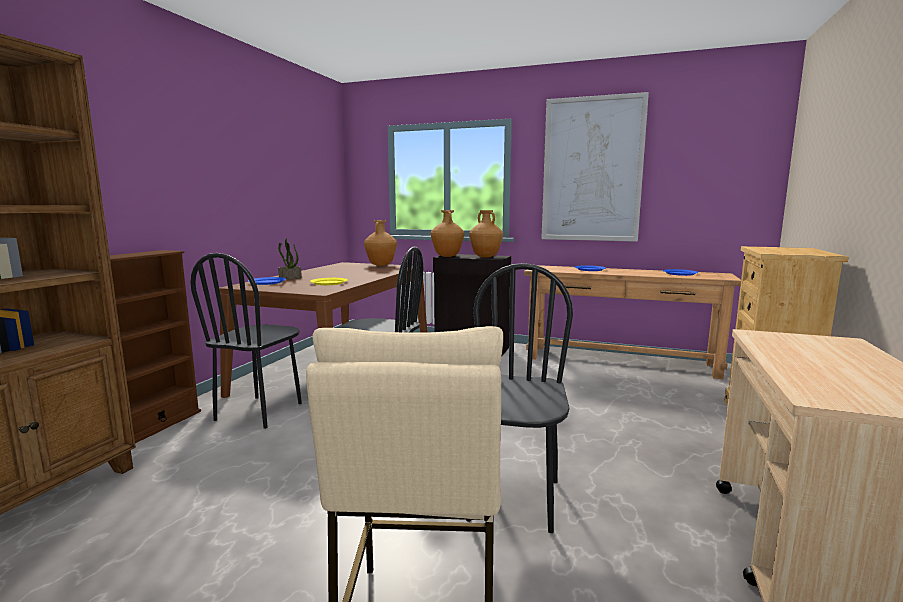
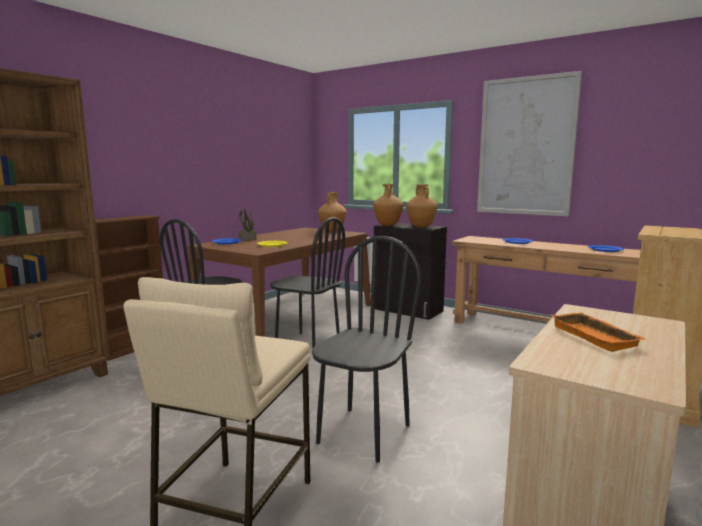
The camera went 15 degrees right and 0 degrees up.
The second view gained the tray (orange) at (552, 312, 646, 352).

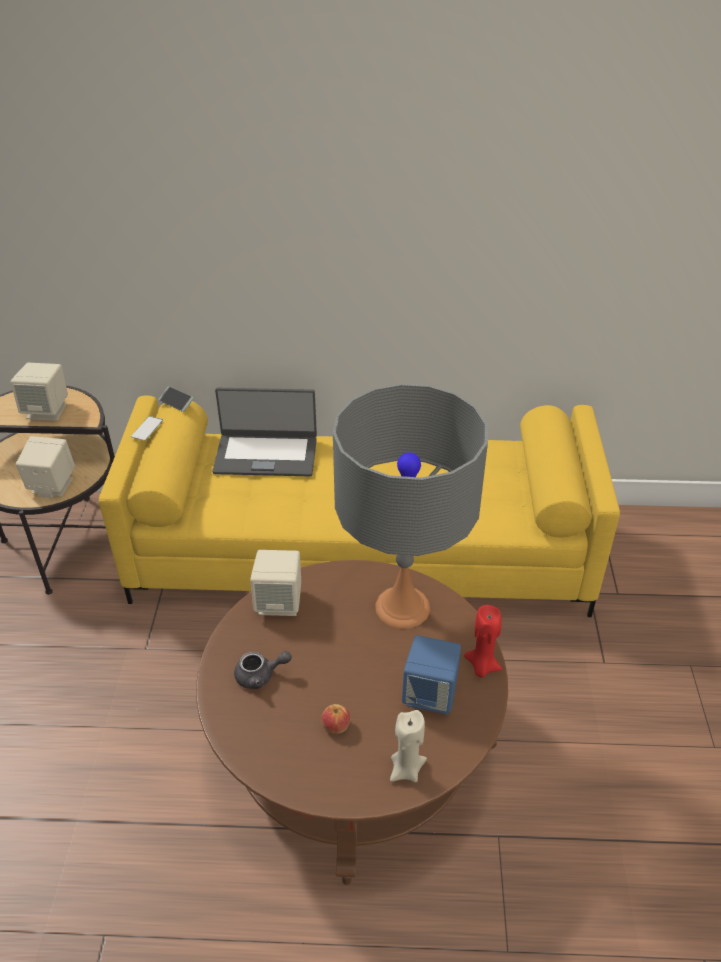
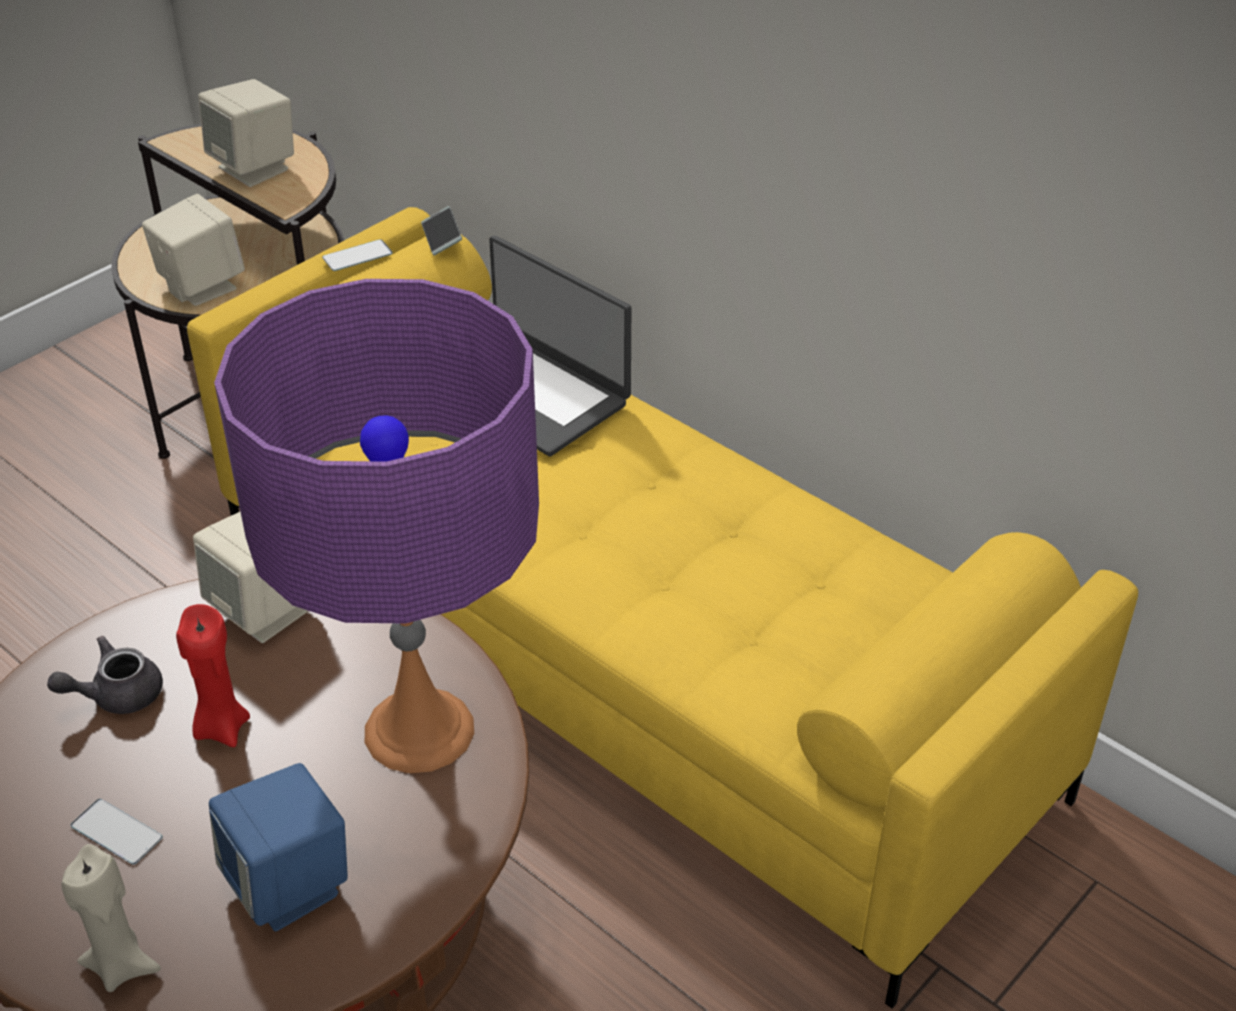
The camera went 40 degrees right and 0 degrees up.
The teapot (grey) at (234, 651, 292, 689) ended up facing another way, 120 degrees clockwise from before.
Where the apple stood at (321, 704, 350, 734), the phone came to stand at (71, 799, 163, 865).
The candle (red) ended up elsewhere, having gone from (464, 605, 502, 678) to (176, 604, 250, 747).
What was the table lamp (grey) at (333, 384, 488, 629) turned into the table lamp (purple) at (214, 279, 539, 773).

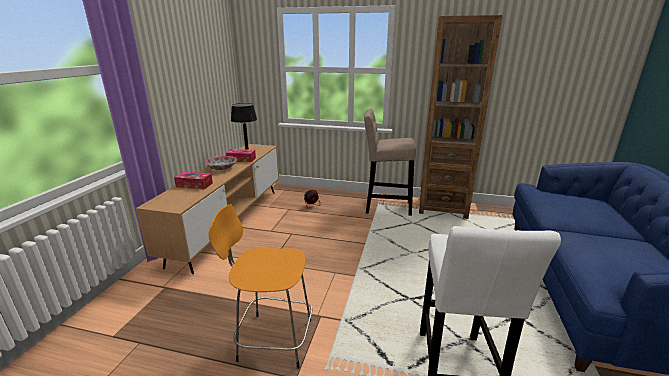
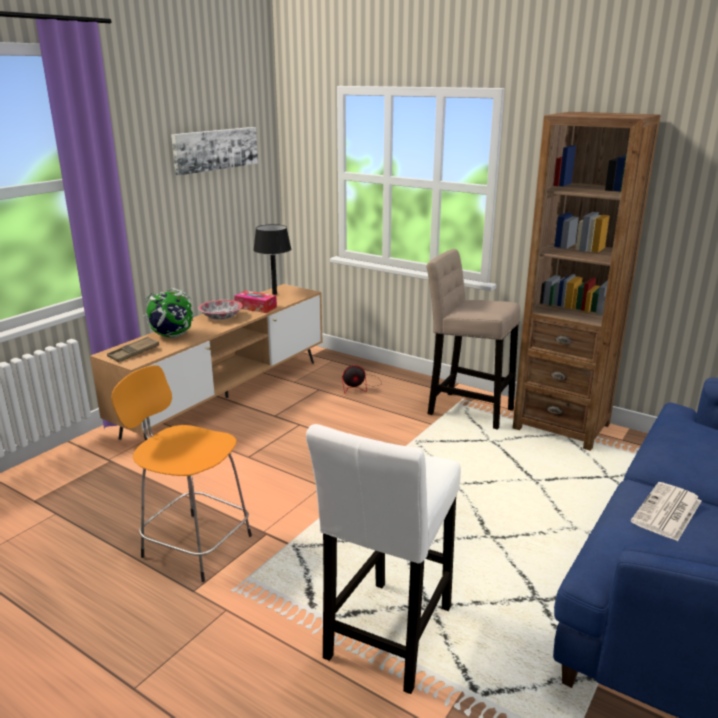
The camera went 20 degrees right and 0 degrees up.
The second view gained the tray (brown) at (107, 337, 159, 362).
Where the tissue box stood at (174, 172, 213, 189), the globe came to stand at (144, 288, 194, 338).
The second view gained the picture at (171, 127, 258, 176).
The second view gained the newspaper at (631, 482, 701, 541).

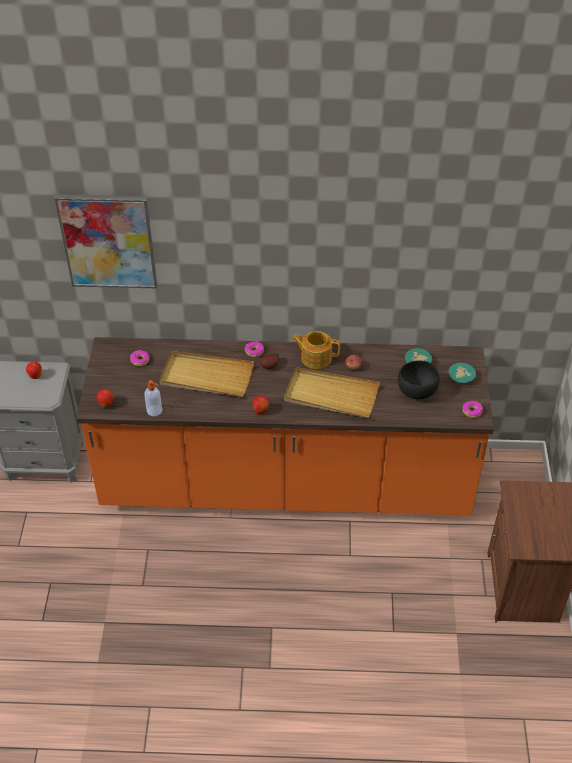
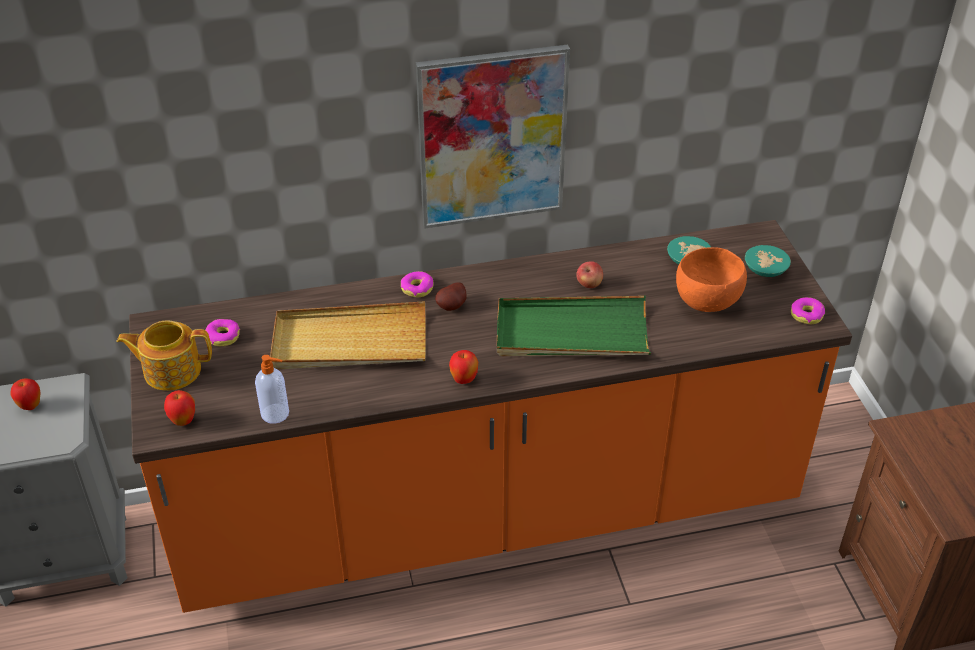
The camera went 15 degrees left and 5 degrees down.
The teapot ended up elsewhere, having gone from (292, 331, 340, 369) to (116, 320, 212, 391).
The picture ended up elsewhere, having gone from (55, 196, 157, 288) to (416, 45, 570, 229).
What was the tray (beige) at (284, 367, 380, 418) turned into the tray (green) at (497, 296, 651, 356).
What was the bowl (black) at (398, 360, 440, 399) turned into the bowl (orange) at (676, 247, 747, 312).

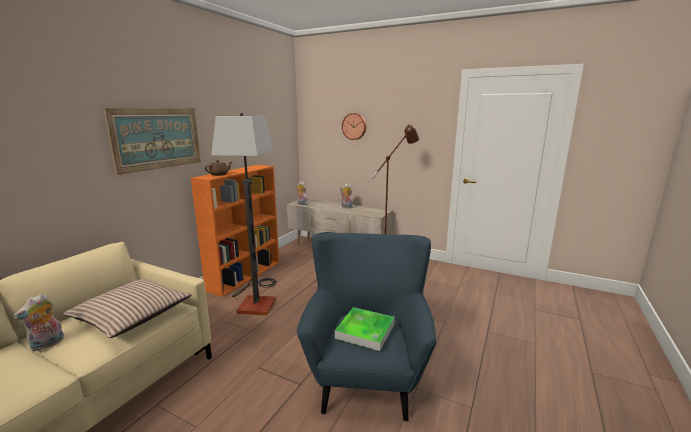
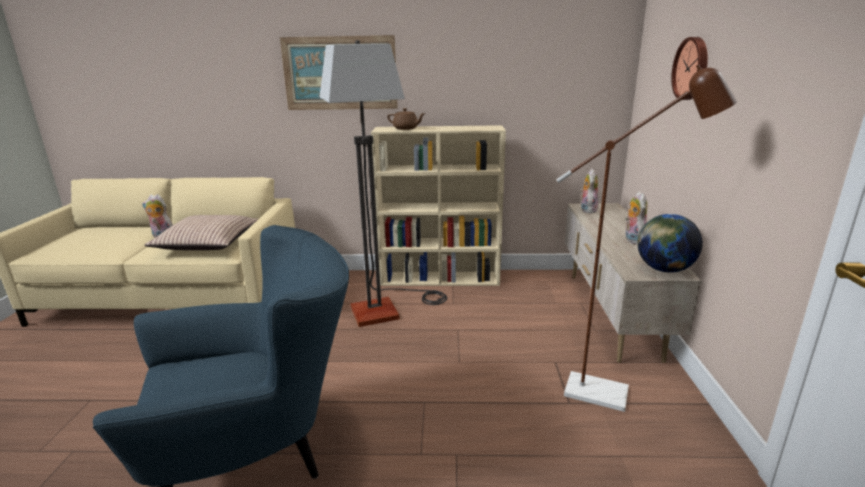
The camera went 65 degrees right and 5 degrees up.
What was the bookcase (orange) at (191, 165, 279, 297) turned into the bookcase (beige) at (371, 125, 506, 286).
The second view gained the globe at (637, 214, 703, 273).
The second view lost the tray at (335, 307, 395, 351).

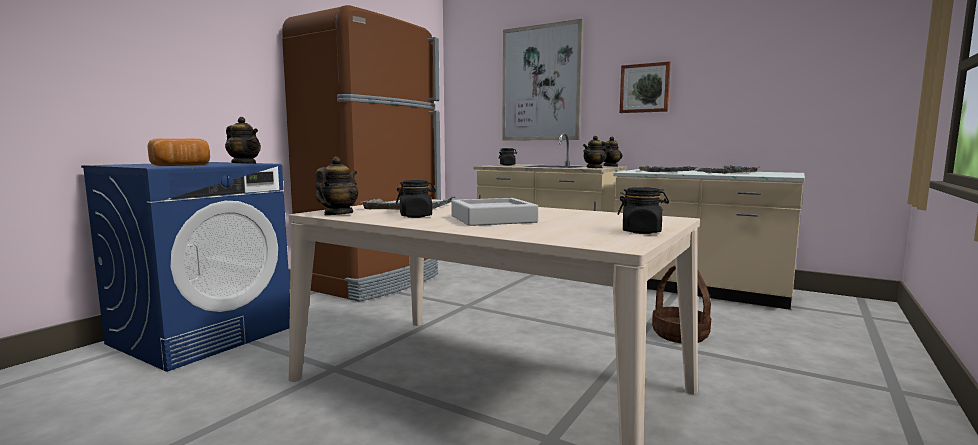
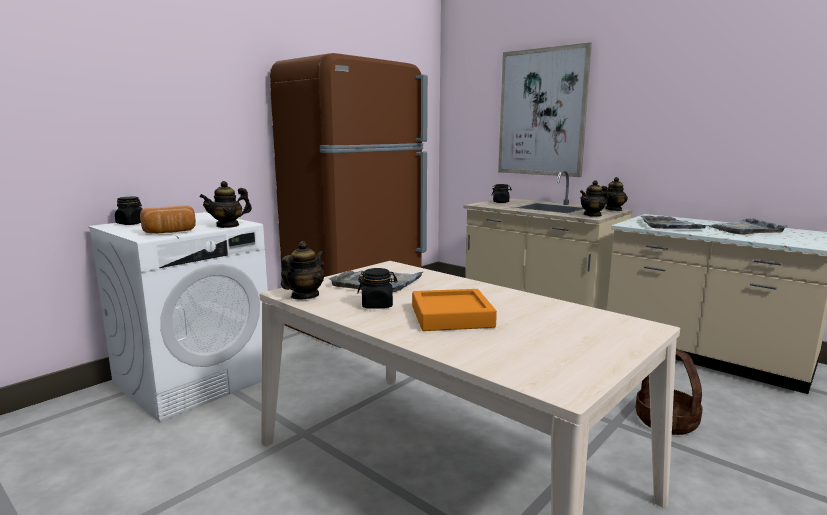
The camera went 10 degrees right and 5 degrees up.
What was the washing machine (blue) at (81, 162, 290, 372) turned into the washing machine (white) at (88, 212, 268, 422).
The jar (black) ended up elsewhere, having gone from (618, 187, 669, 234) to (115, 197, 143, 225).
The teapot at (225, 117, 261, 164) ended up facing another way, 105 degrees clockwise from before.
What was the tray (grey) at (451, 198, 538, 226) turned into the tray (orange) at (412, 289, 497, 331).
The second view lost the picture at (620, 61, 671, 113).

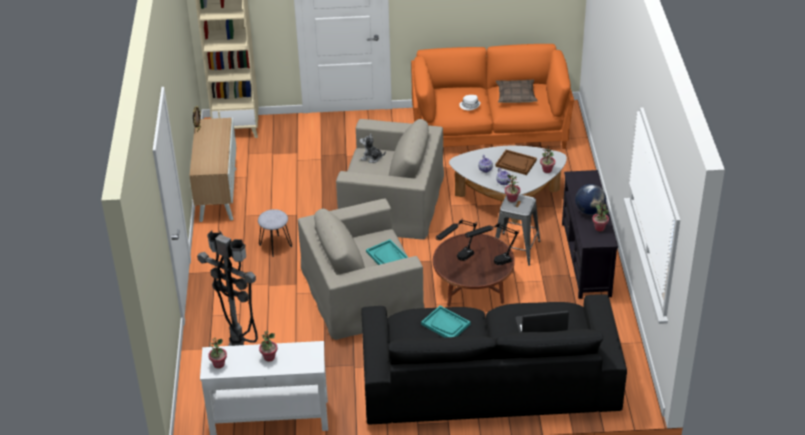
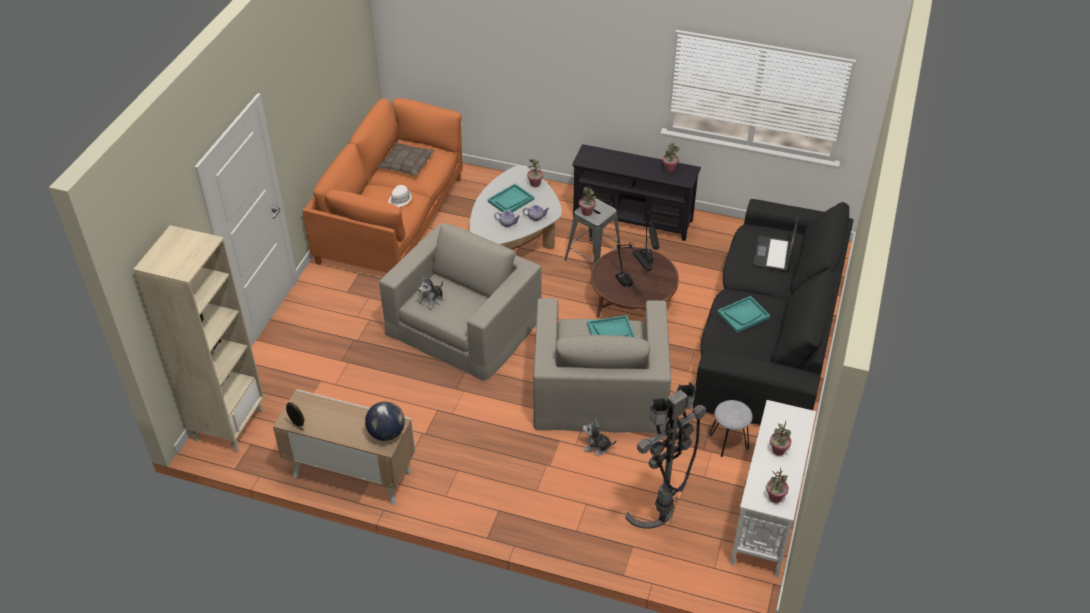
The camera went 70 degrees left and 5 degrees up.
The globe ended up elsewhere, having gone from (575, 184, 606, 215) to (365, 401, 405, 441).
What was the tray (brown) at (495, 150, 537, 175) turned into the tray (turquoise) at (488, 184, 534, 212).
The second view gained the plush toy at (583, 418, 616, 455).
The stool (grey) ended up elsewhere, having gone from (258, 209, 292, 257) to (709, 400, 753, 457).

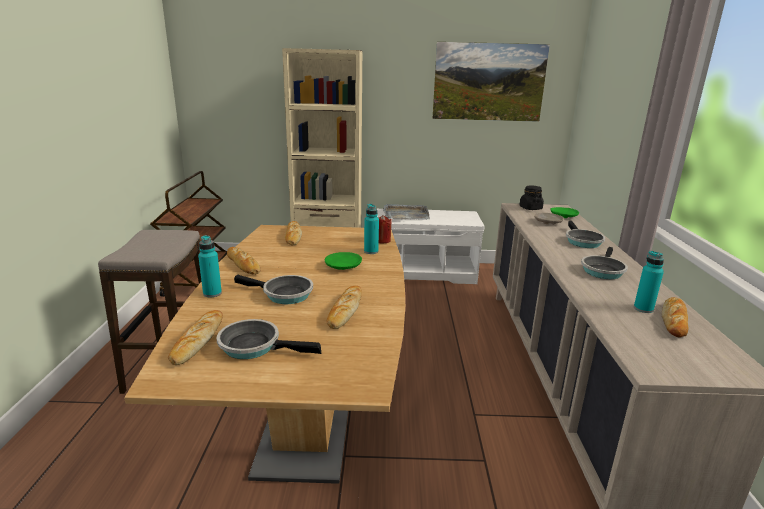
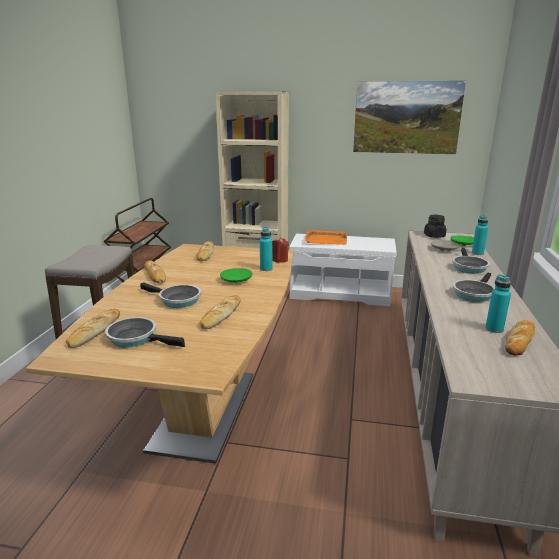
The camera went 10 degrees right and 0 degrees up.
What was the tray (grey) at (383, 204, 430, 220) turned into the tray (orange) at (305, 229, 347, 245).
The bottle (turquoise) ended up elsewhere, having gone from (198, 235, 222, 297) to (472, 215, 488, 255).

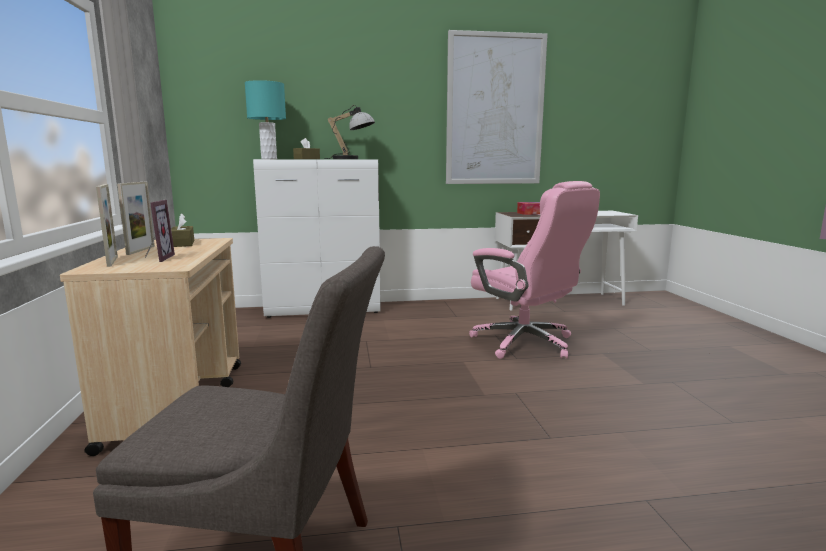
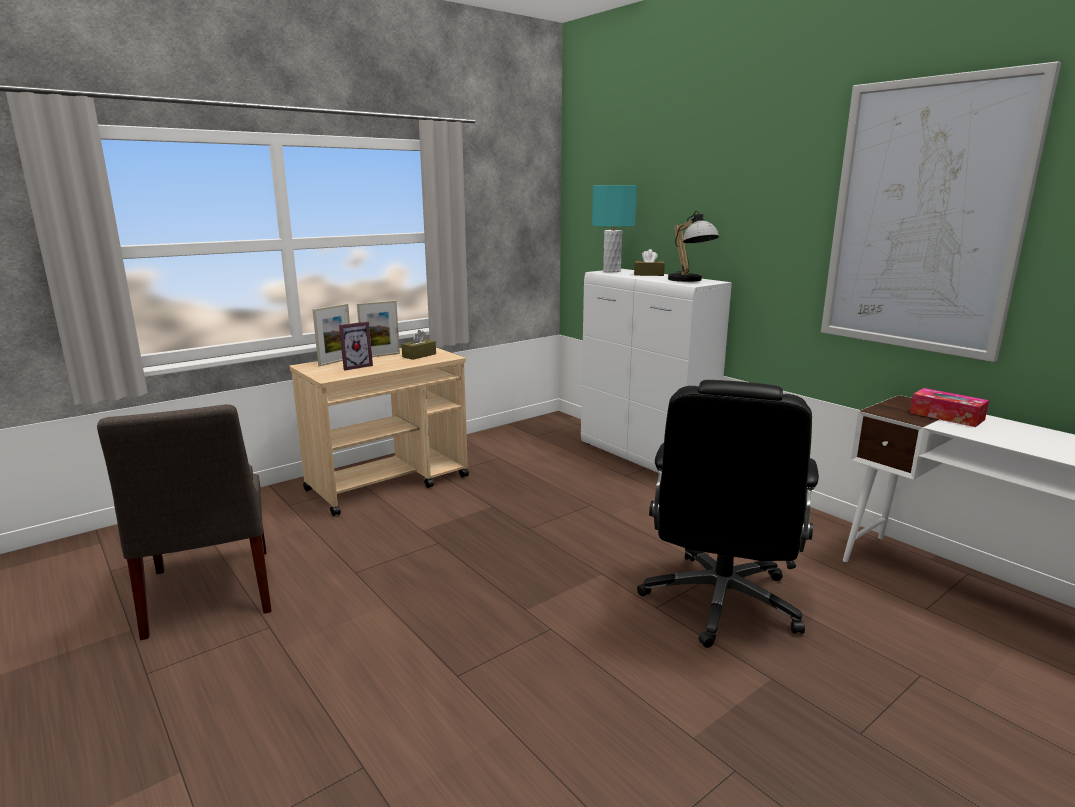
The camera went 60 degrees right and 5 degrees up.
What was the office chair (pink) at (469, 181, 600, 359) turned into the office chair (black) at (637, 380, 819, 648).

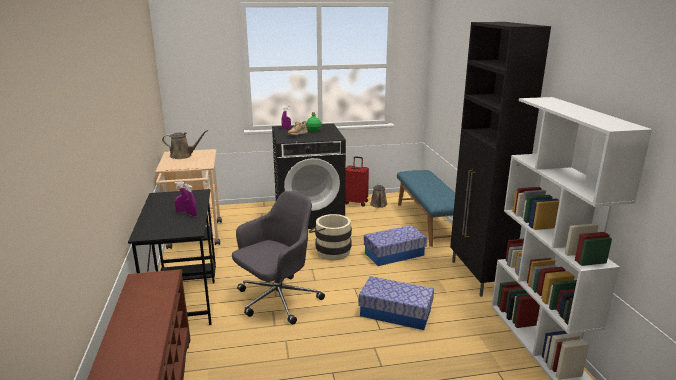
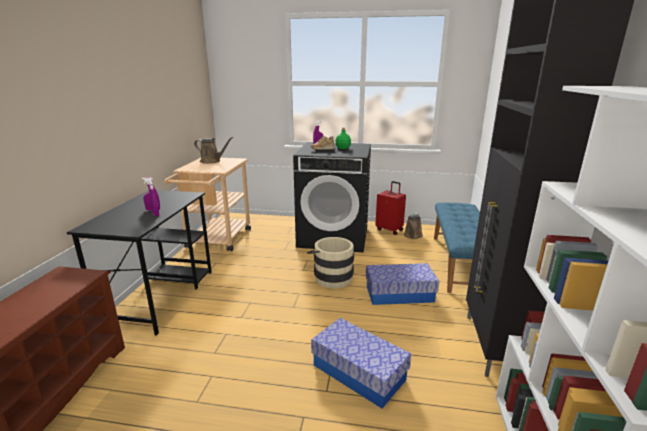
The camera went 20 degrees right and 0 degrees up.
The second view lost the office chair (grey) at (232, 191, 325, 325).

